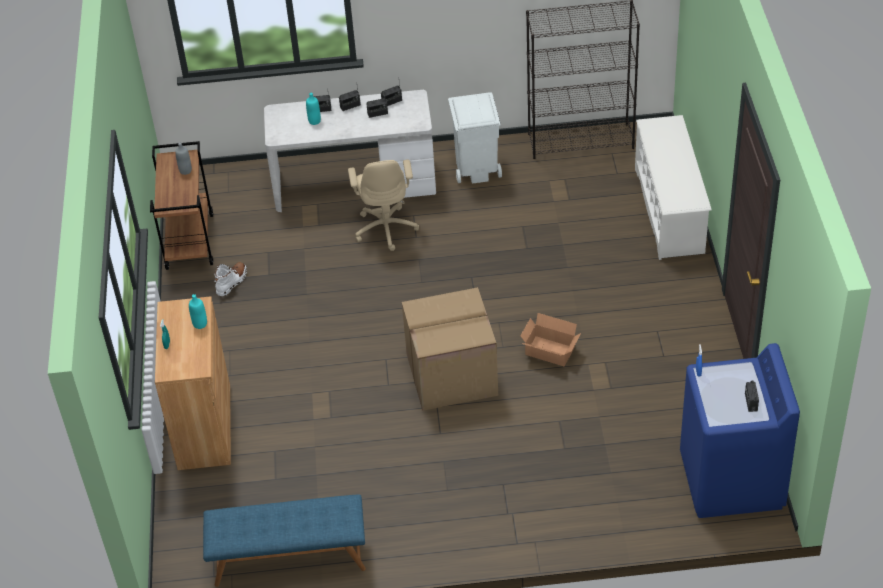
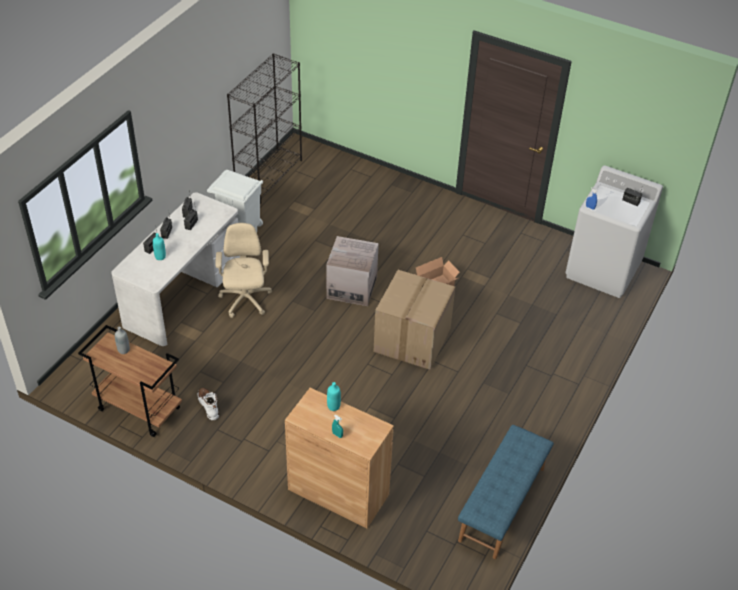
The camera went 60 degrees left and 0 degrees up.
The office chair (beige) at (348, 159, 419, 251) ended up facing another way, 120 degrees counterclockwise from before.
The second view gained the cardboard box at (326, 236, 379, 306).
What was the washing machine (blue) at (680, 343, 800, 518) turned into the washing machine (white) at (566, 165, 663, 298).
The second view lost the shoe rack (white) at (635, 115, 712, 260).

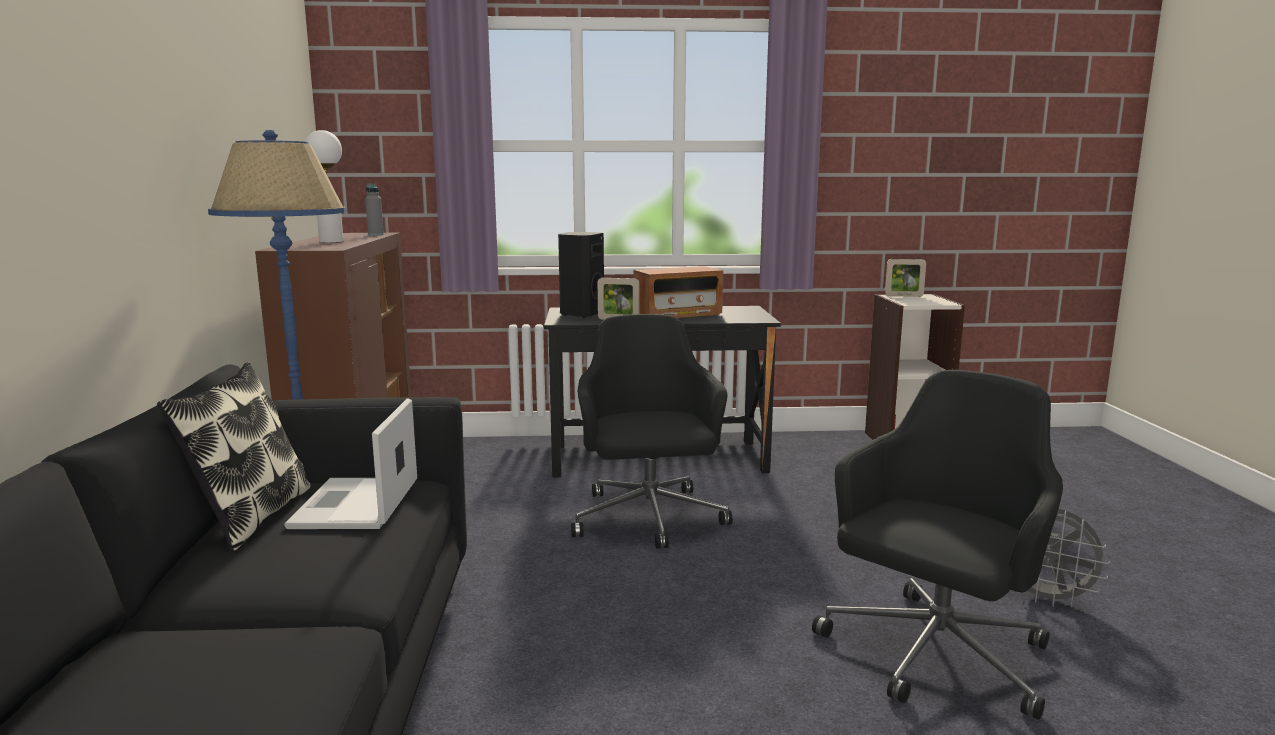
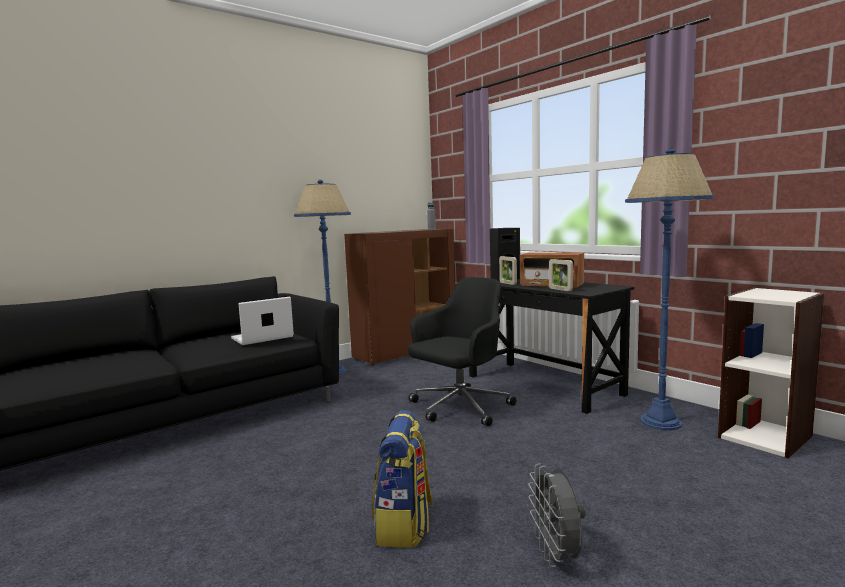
The camera went 55 degrees right and 5 degrees down.
Where the office chair (black) stood at (812, 370, 1063, 720), the backpack came to stand at (372, 410, 433, 548).
The picture frame ended up elsewhere, having gone from (885, 259, 926, 297) to (549, 259, 573, 291).
The second view gained the floor lamp (blue) at (625, 148, 715, 430).
The second view lost the pillow at (157, 362, 311, 552).
The second view lost the table lamp (white) at (305, 130, 344, 243).

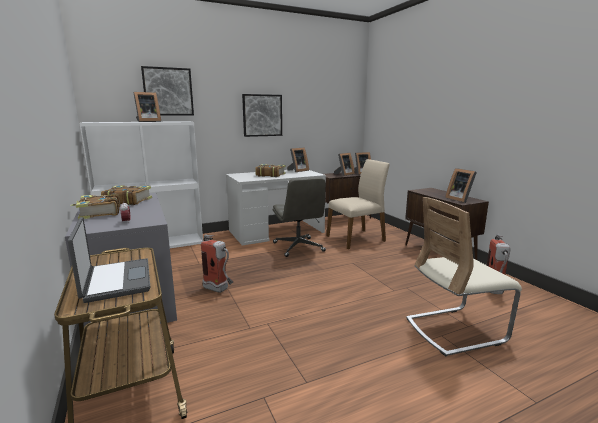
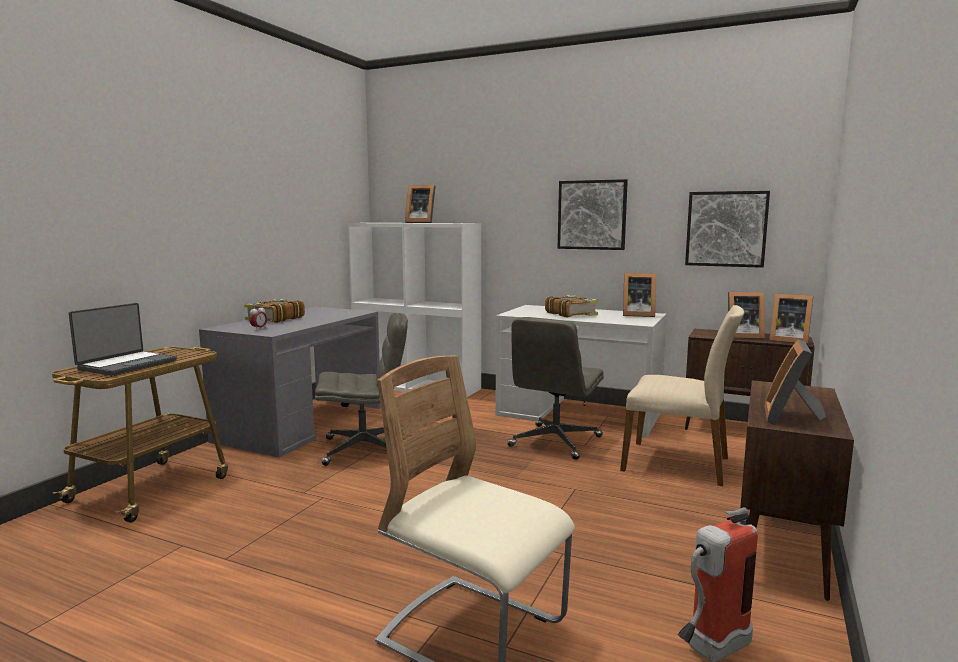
The camera went 50 degrees right and 5 degrees down.
Where the fire extinguisher stood at (201, 235, 234, 293), the office chair (grey) came to stand at (315, 313, 408, 466).
The picture ended up elsewhere, having gone from (141, 66, 194, 116) to (685, 191, 770, 268).
The second view lost the book at (101, 185, 152, 205).

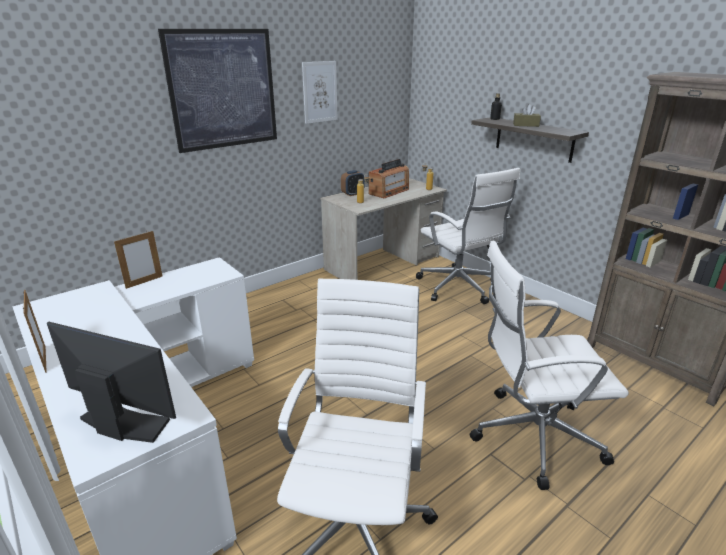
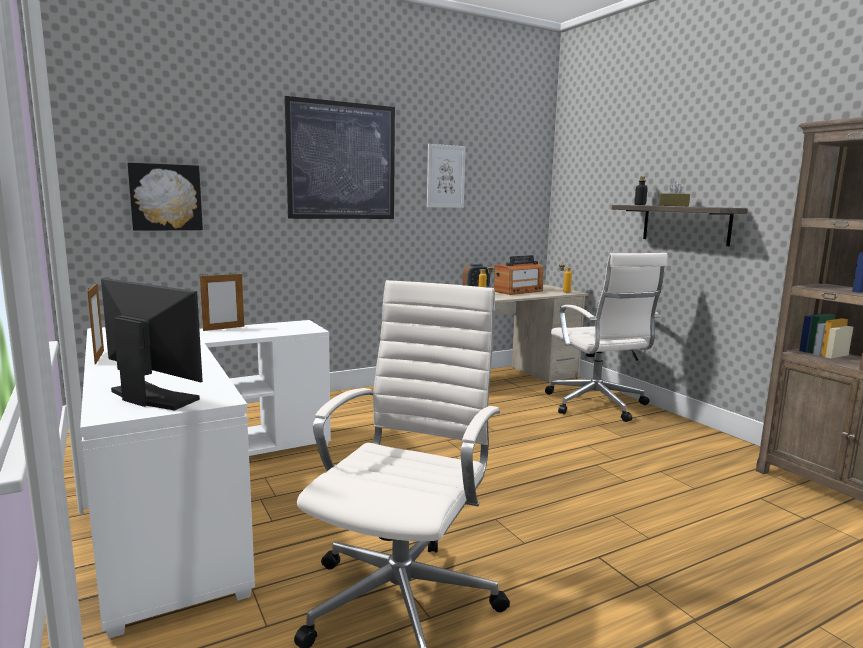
The camera went 10 degrees right and 15 degrees down.
The second view gained the picture at (127, 163, 203, 231).
The second view lost the office chair (white) at (470, 240, 629, 490).

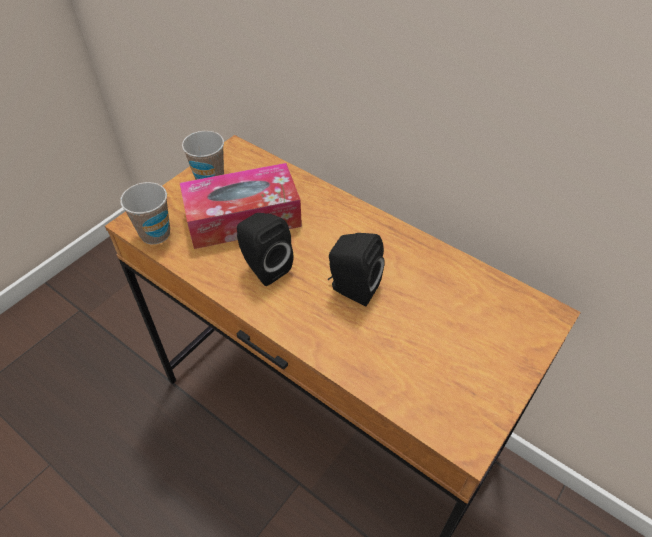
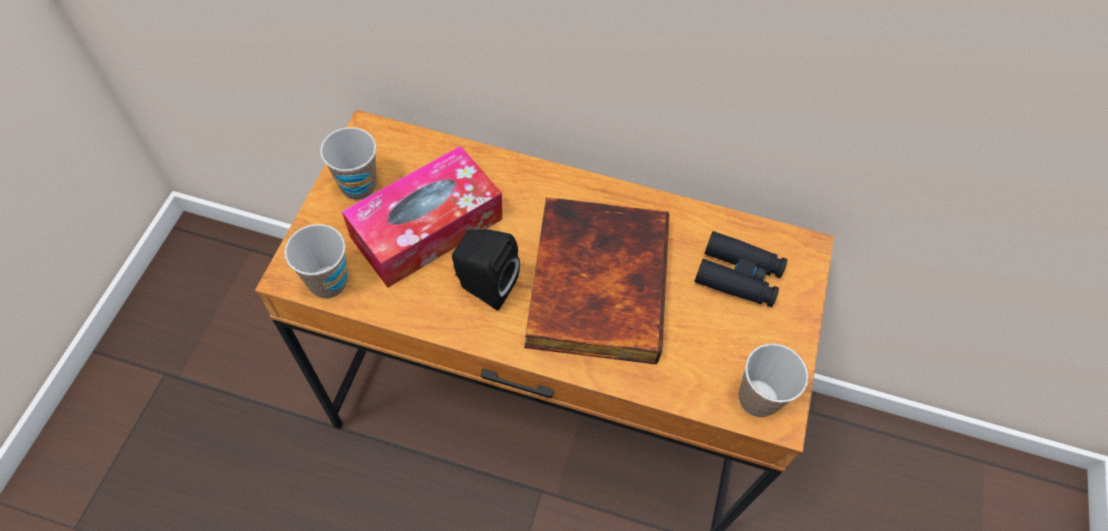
The camera went 25 degrees left and 10 degrees up.
Where the speaker (black) stood at (328, 233, 385, 306), the book came to stand at (524, 197, 670, 364).
The second view gained the binoculars (black) at (695, 231, 787, 307).
The second view gained the cup at (739, 344, 808, 417).

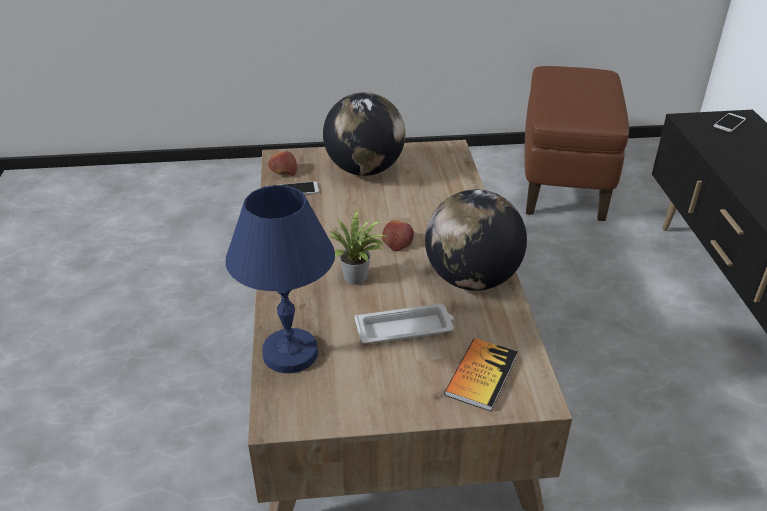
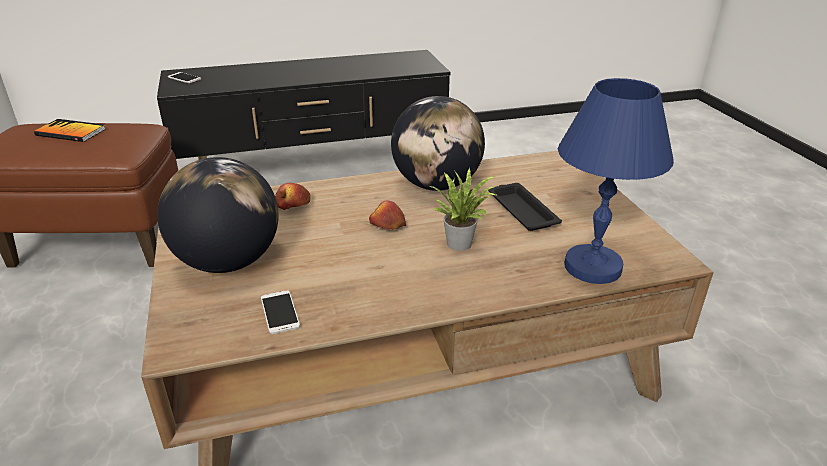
The camera went 100 degrees left and 5 degrees down.
The book ended up elsewhere, having gone from (444, 338, 518, 411) to (34, 119, 106, 142).
The apple ended up elsewhere, having gone from (268, 151, 297, 176) to (275, 183, 310, 210).
What was the tray (white) at (355, 304, 454, 344) turned into the tray (black) at (488, 183, 562, 231).

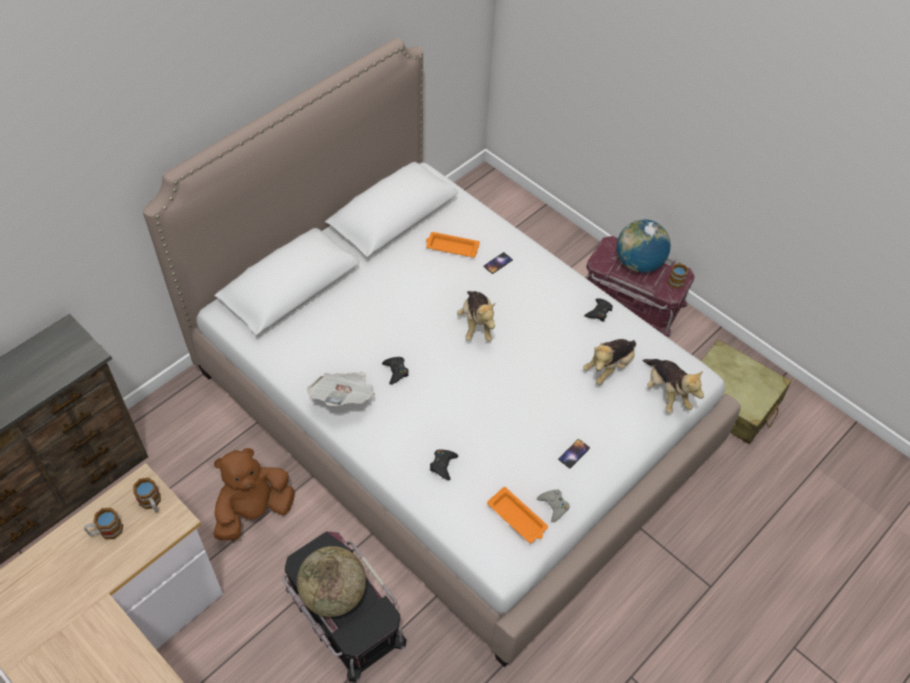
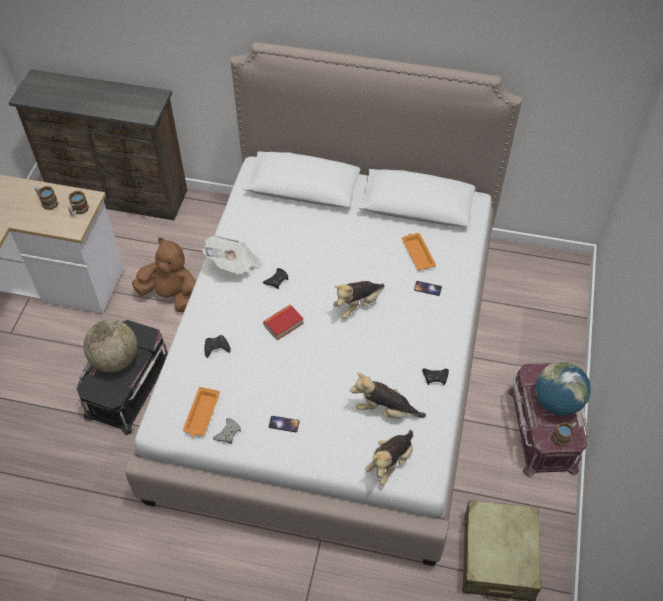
The camera went 60 degrees right and 0 degrees up.
The second view gained the book at (263, 305, 304, 341).

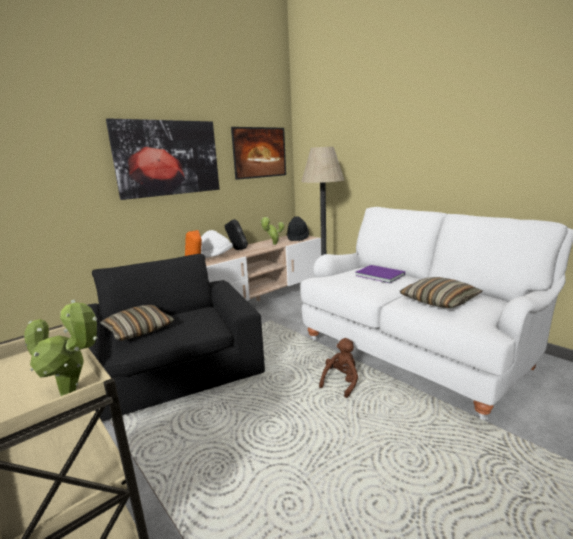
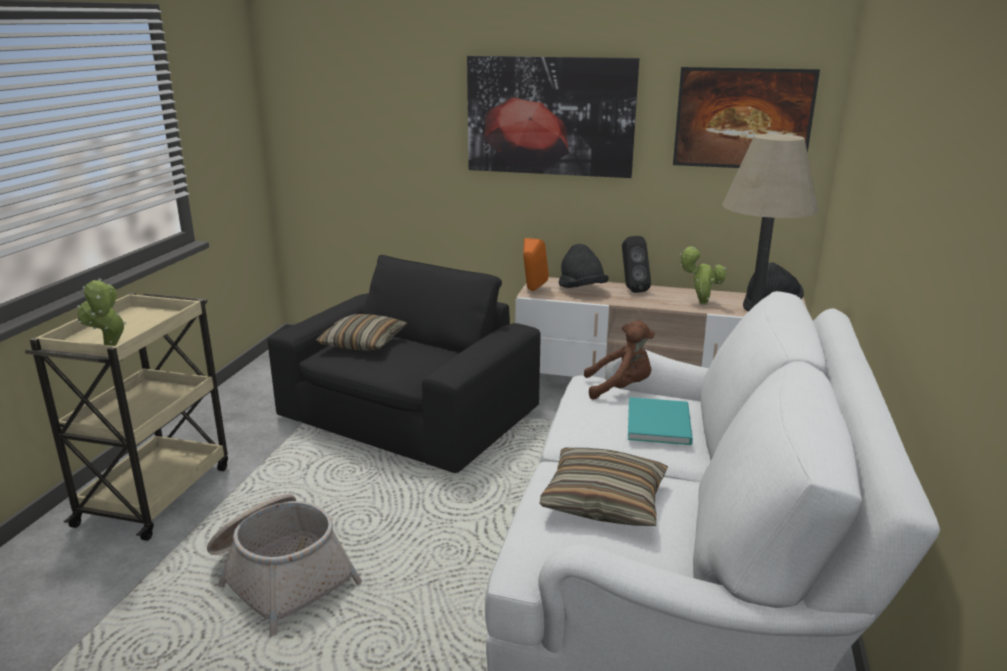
The camera went 55 degrees right and 5 degrees up.
The second view gained the basket at (207, 494, 362, 635).
What was the hat (white) at (201, 230, 233, 258) turned into the hat (black) at (559, 244, 609, 288).
The plush toy (brown) ended up elsewhere, having gone from (319, 338, 358, 398) to (584, 320, 655, 399).
What was the book (purple) at (355, 265, 405, 283) turned into the book (turquoise) at (628, 397, 693, 445).

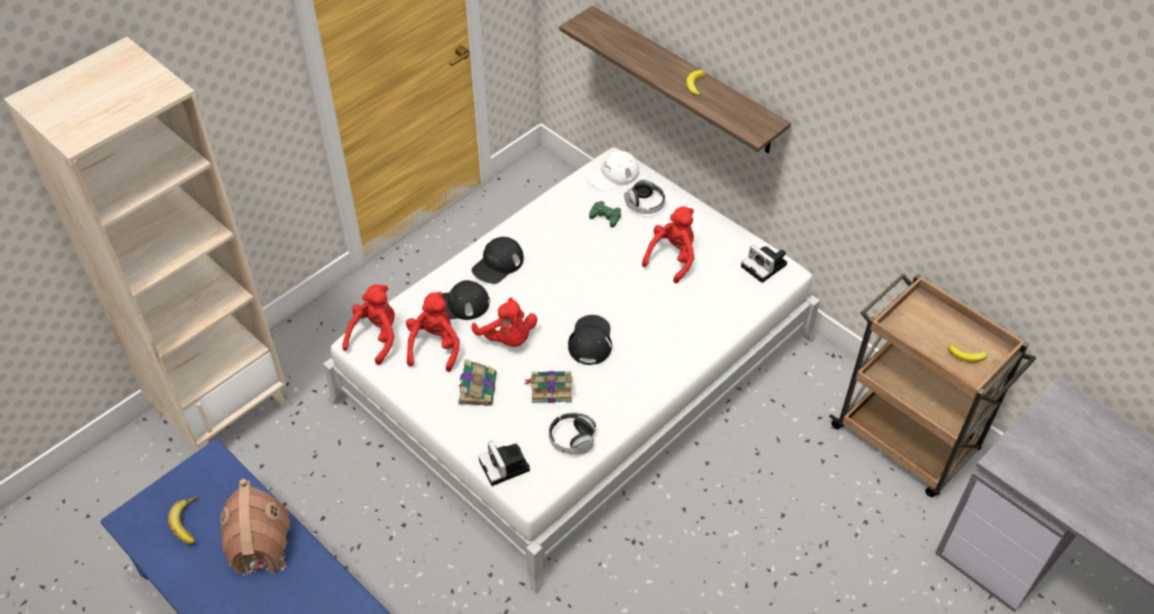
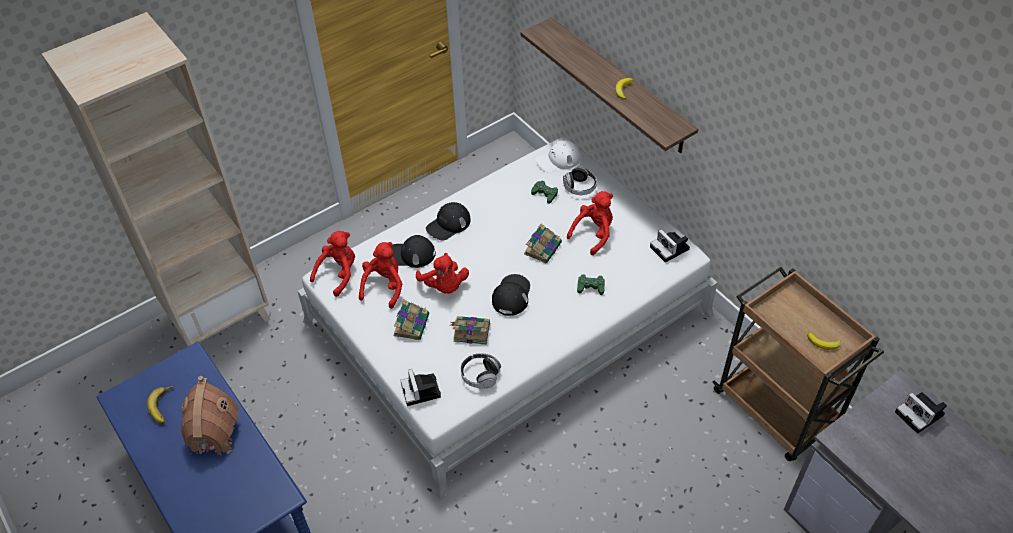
The camera went 10 degrees right and 0 degrees up.
The second view gained the book at (524, 223, 562, 263).
The second view gained the game controller (green) at (577, 274, 605, 295).
The second view gained the photo camera at (895, 392, 947, 434).

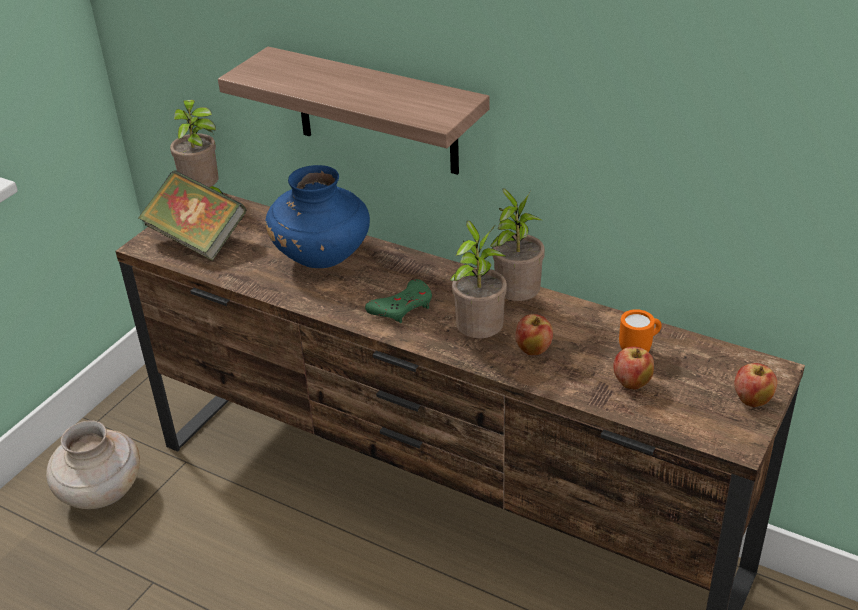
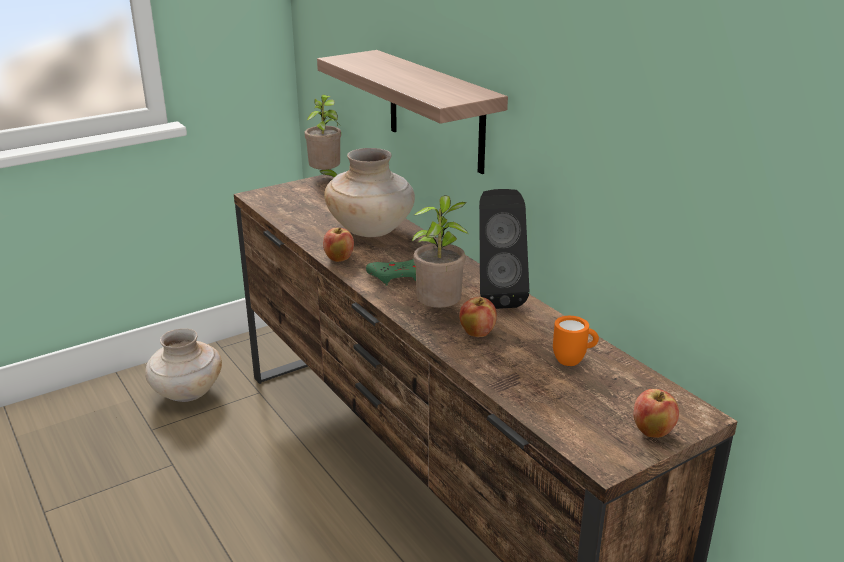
The camera went 25 degrees right and 10 degrees down.
The apple ended up elsewhere, having gone from (614, 347, 654, 390) to (323, 228, 354, 262).
What was the vase (blue) at (265, 165, 370, 268) turned into the vase (beige) at (324, 148, 415, 237).
Where the potted plant stood at (490, 188, 545, 301), the speaker (black) came to stand at (479, 189, 530, 309).
The second view lost the book at (138, 170, 246, 261).

